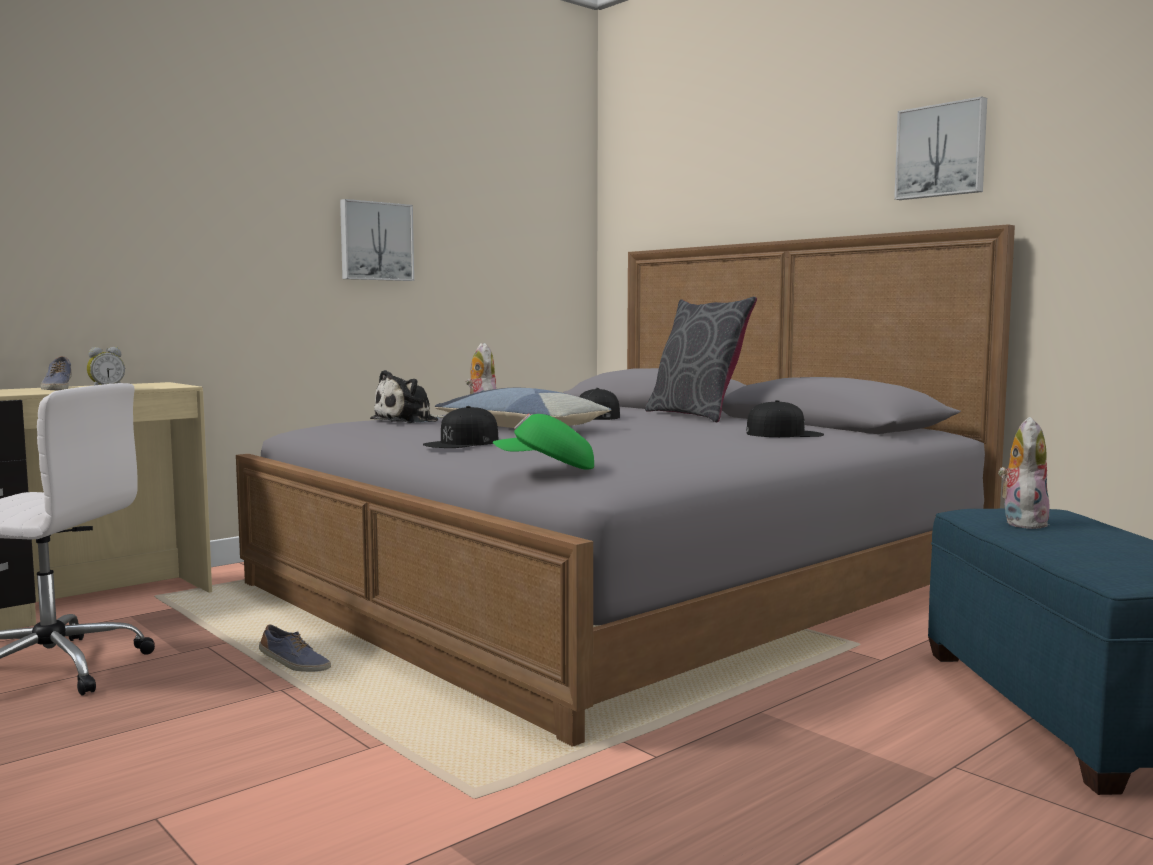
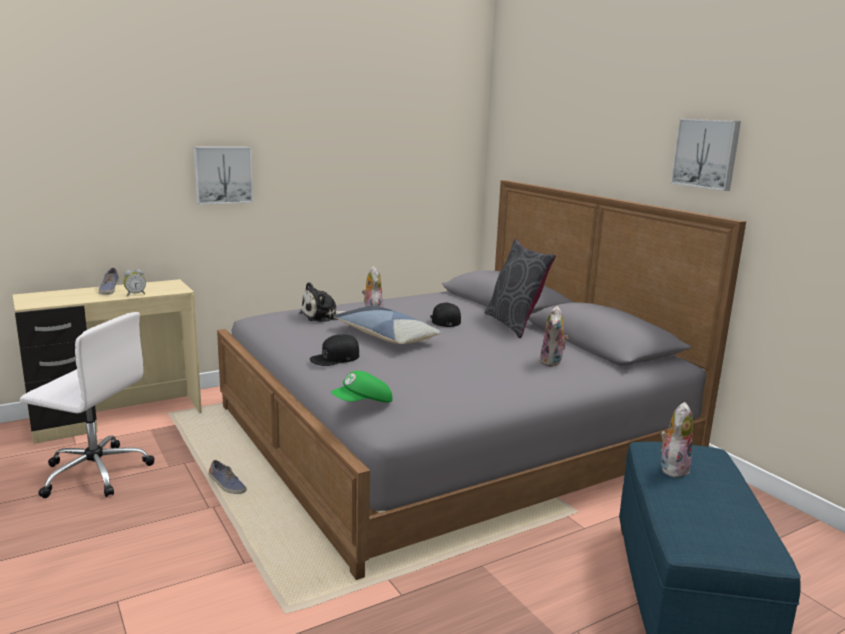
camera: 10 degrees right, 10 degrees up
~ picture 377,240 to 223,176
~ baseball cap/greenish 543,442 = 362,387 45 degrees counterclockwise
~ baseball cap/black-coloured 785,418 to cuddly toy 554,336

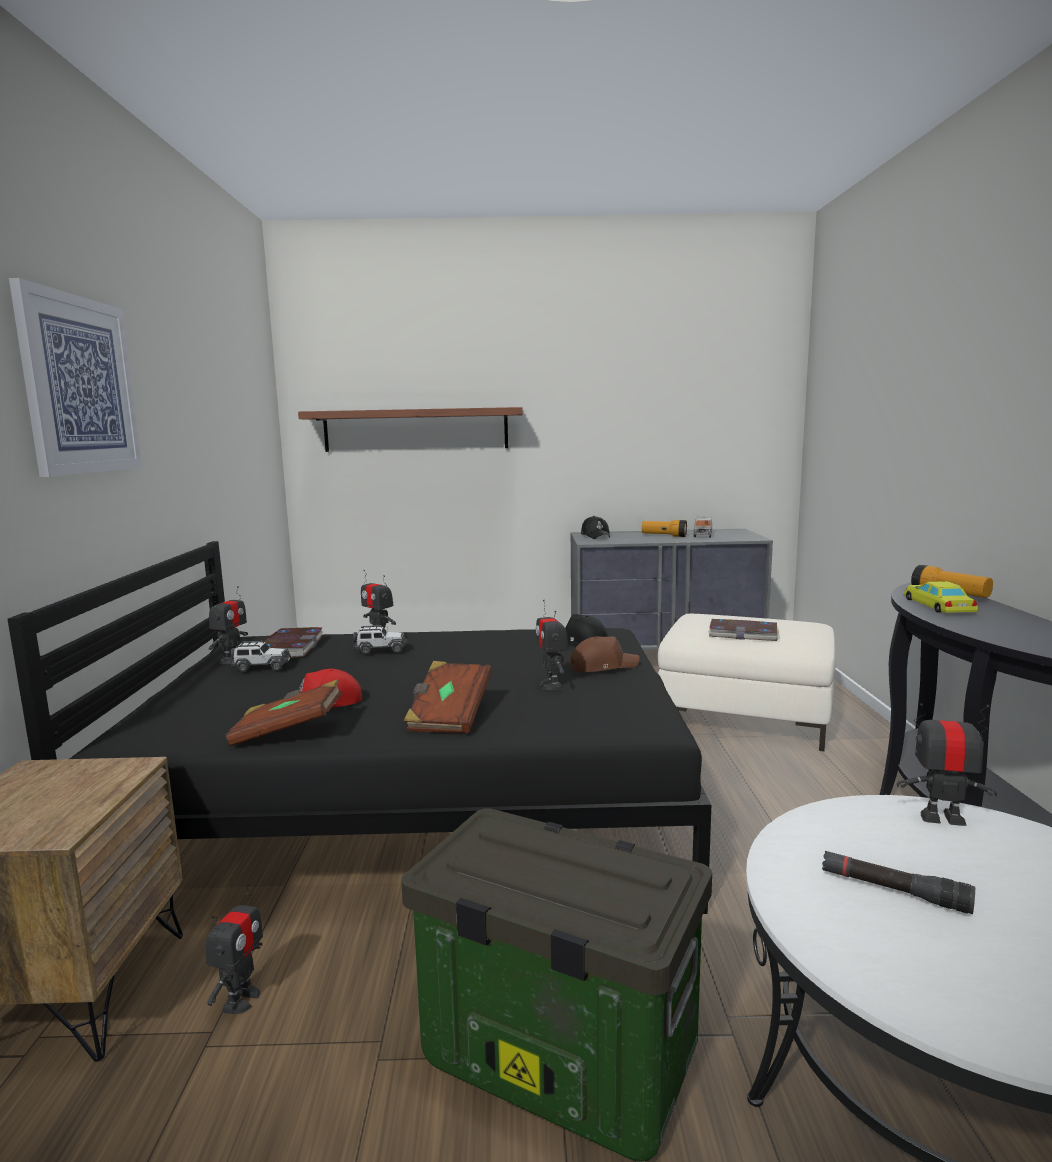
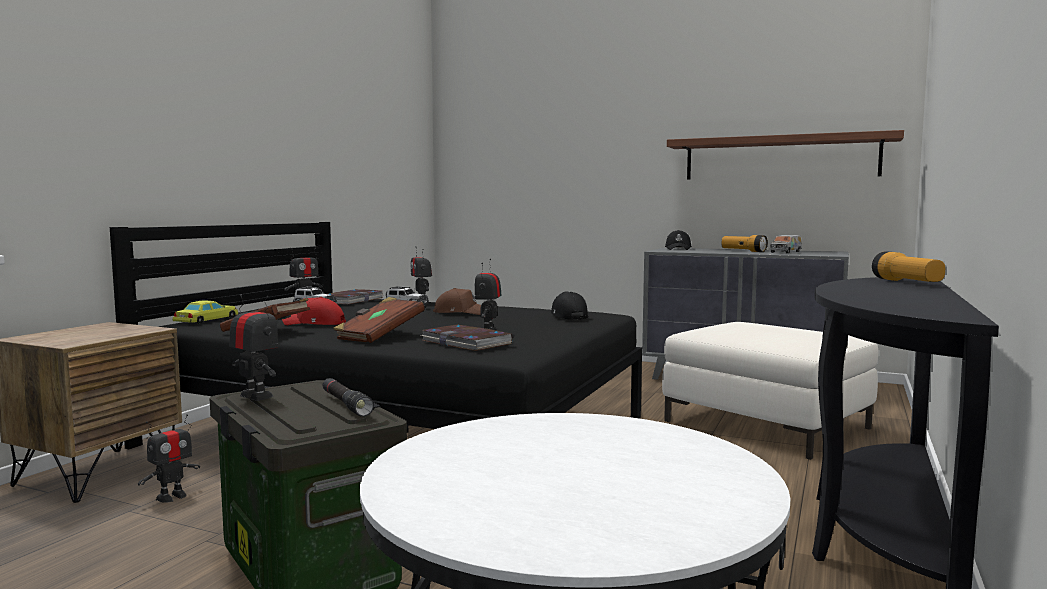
camera: 25 degrees right, 5 degrees down
~ miniature car/yellow-coloured 941,597 to 205,312
~ robot figure 947,764 to 253,347
~ flashlight/black-coloured 898,882 to 348,397
~ bound book 744,630 to 467,338
~ baseball cap/brownish 604,654 to 457,301
~ bracket shelf 410,429 to 785,155
- picture 75,377

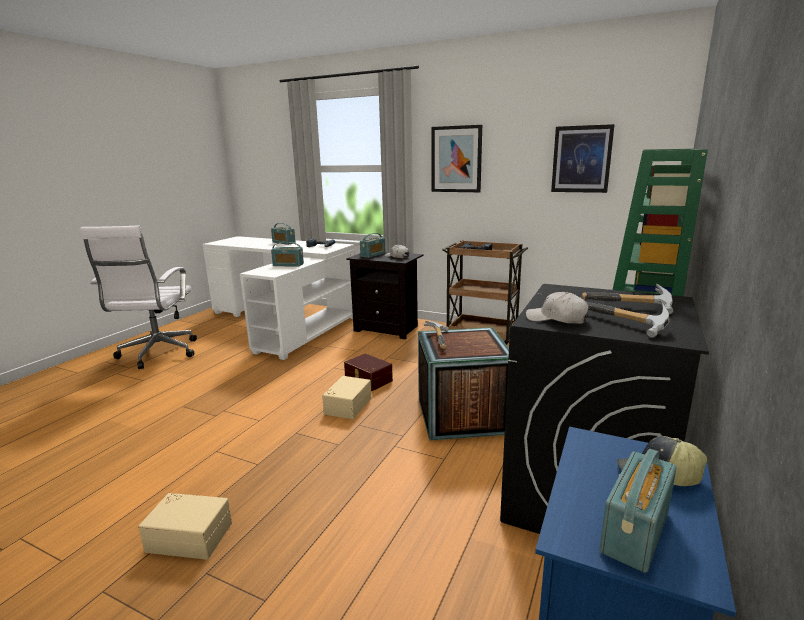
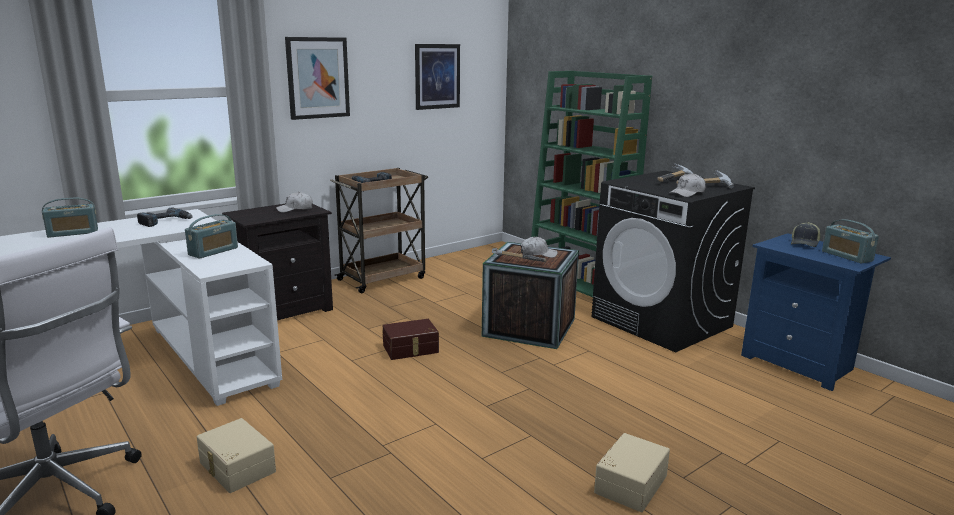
camera: 65 degrees left, 0 degrees up
~ storage bin/sand-coloured 346,397 to 236,455
+ baseball cap/white-coloured 539,247
- radio set 373,245

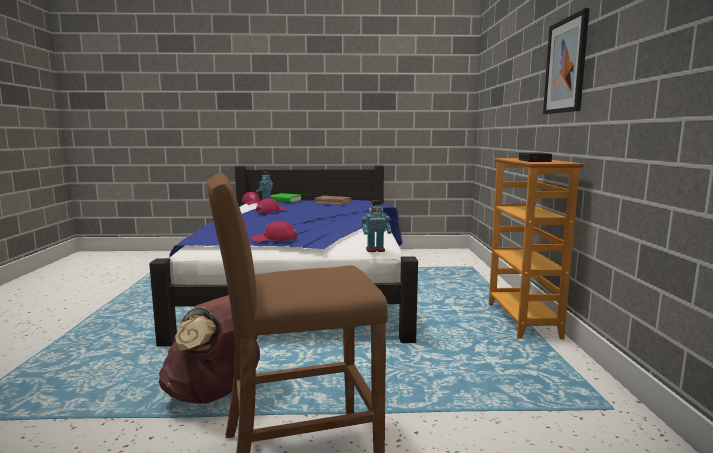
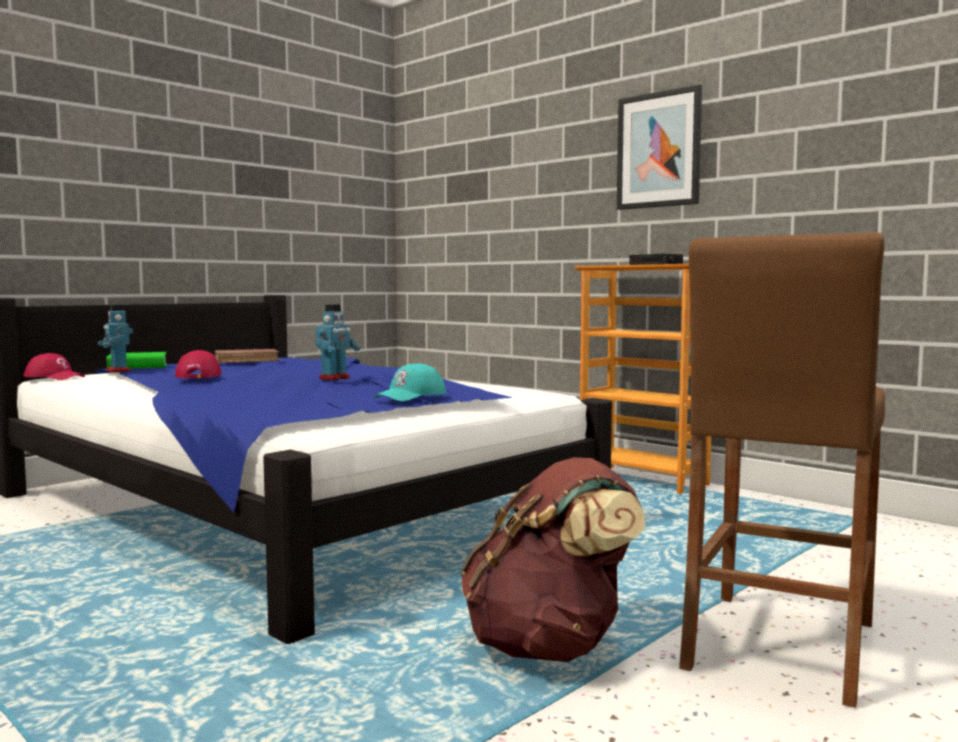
camera: 45 degrees left, 5 degrees down
~ robot figure 377,226 to 337,342
~ baseball cap/red 274,231 to baseball cap/turquoise-coloured 410,382

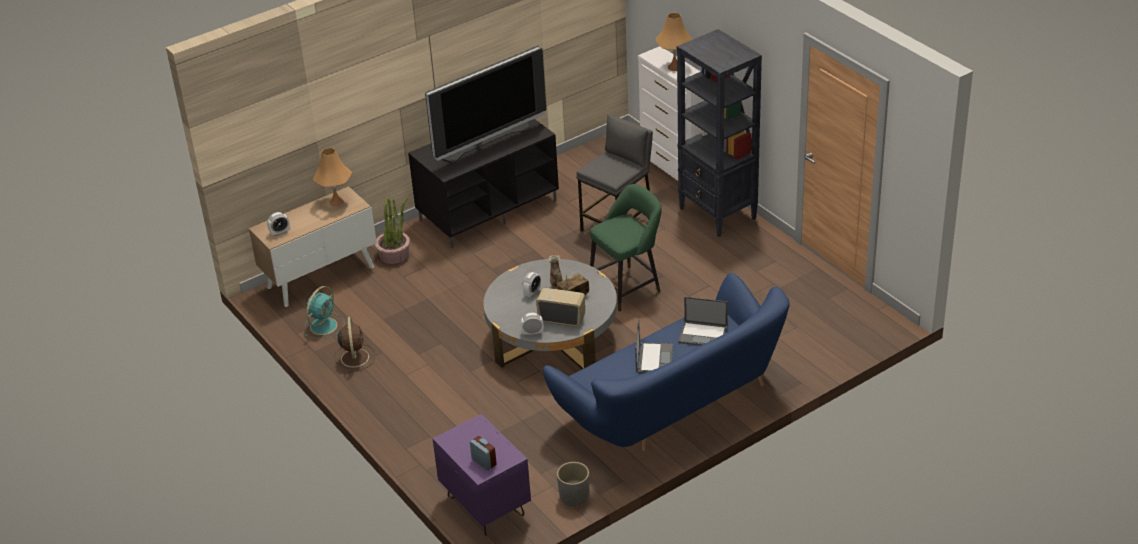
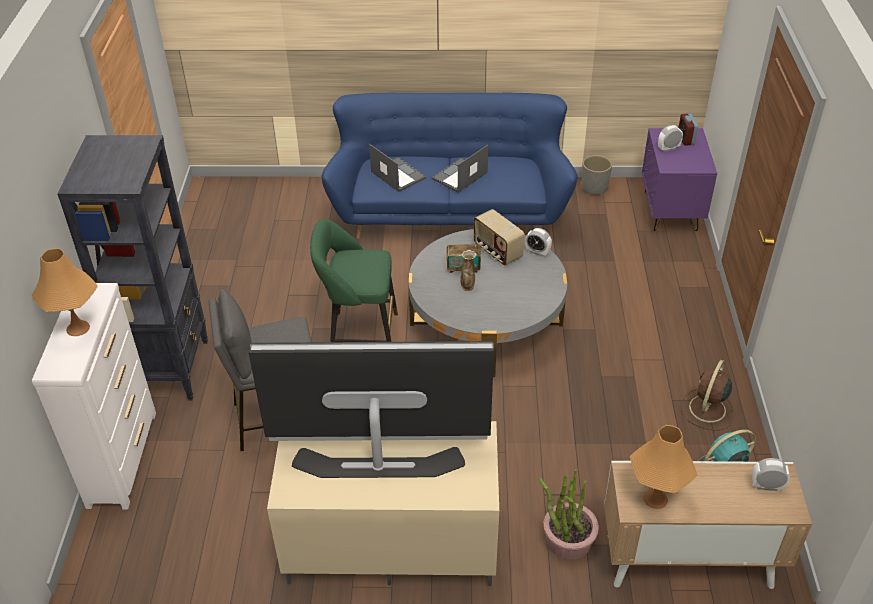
camera: 145 degrees left, 5 degrees up
~ tv stand/black-coloured 483,183 to tv stand/sand-coloured 383,503
~ alarm clock 531,285 to 670,138

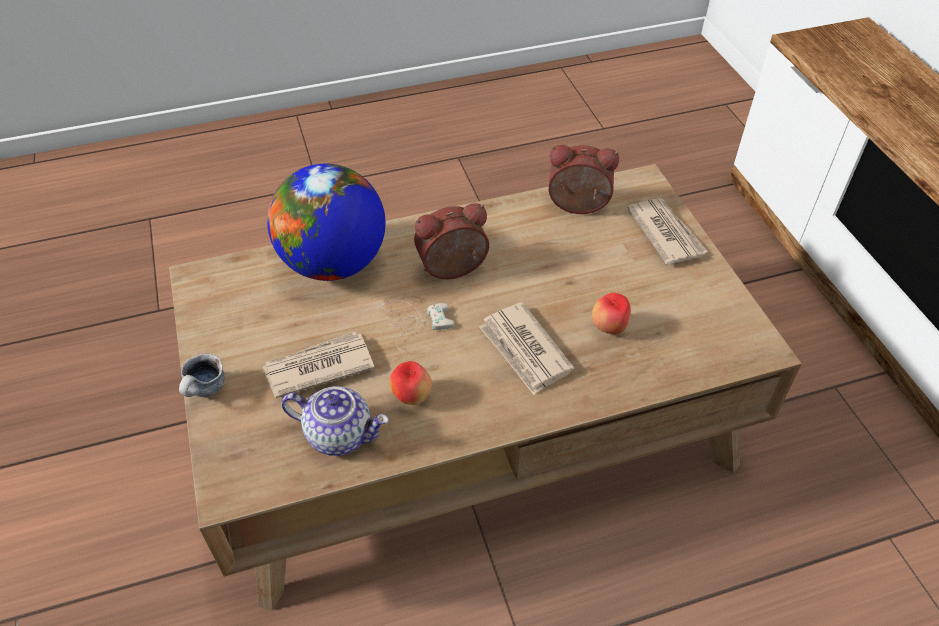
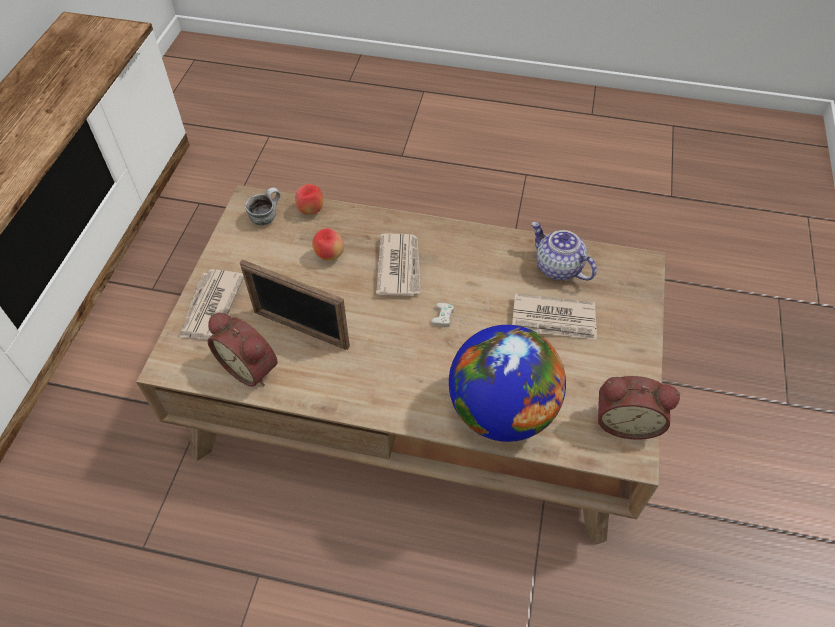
camera: 150 degrees left, 5 degrees up
+ standing frame 295,305
~ coffee mug 201,375 to 262,206
~ apple 411,383 to 309,199
~ alarm clock 451,241 to 639,408

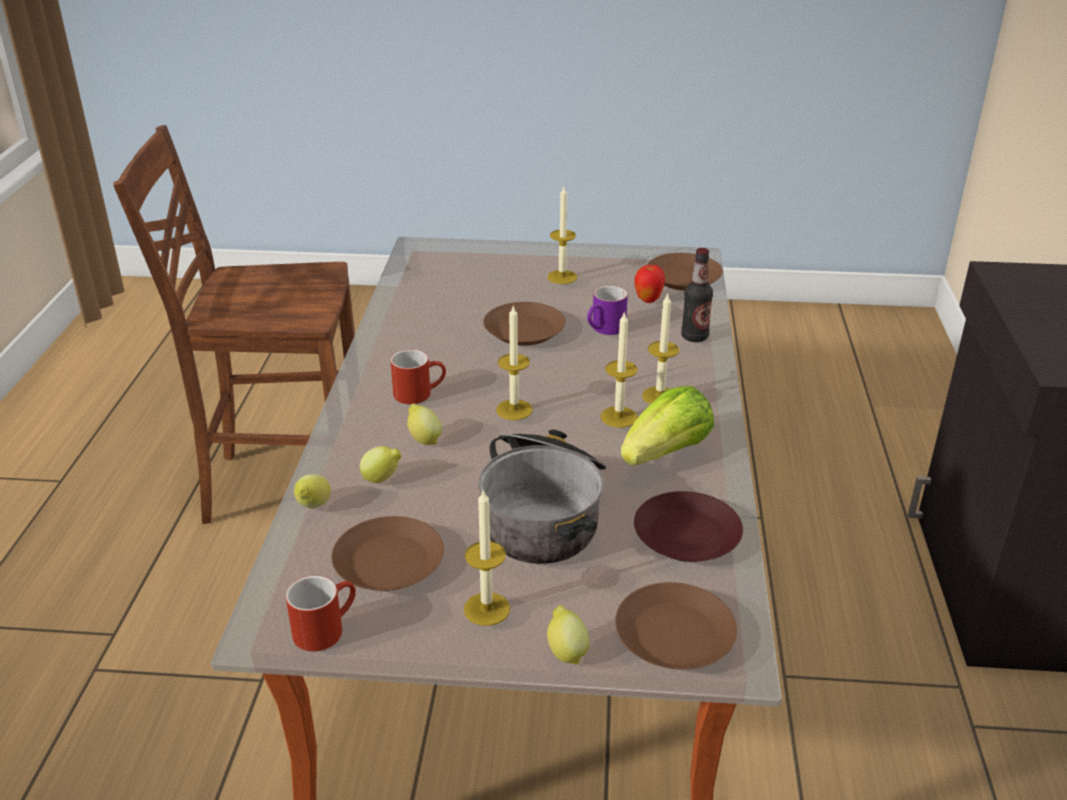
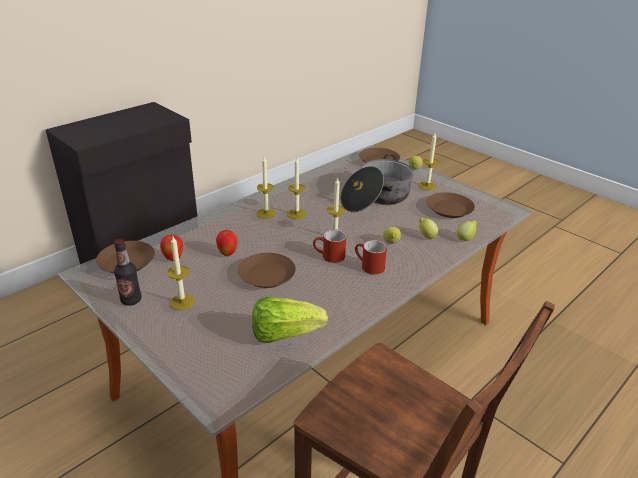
camera: 140 degrees left, 0 degrees up
~ drink bottle 697,295 to 127,272
~ coffee mug/purplish 607,310 to apple 227,243
~ lettuce 667,426 to 290,319
~ coffee mug/red 321,613 to 329,246
- flat dish/brownish 688,526

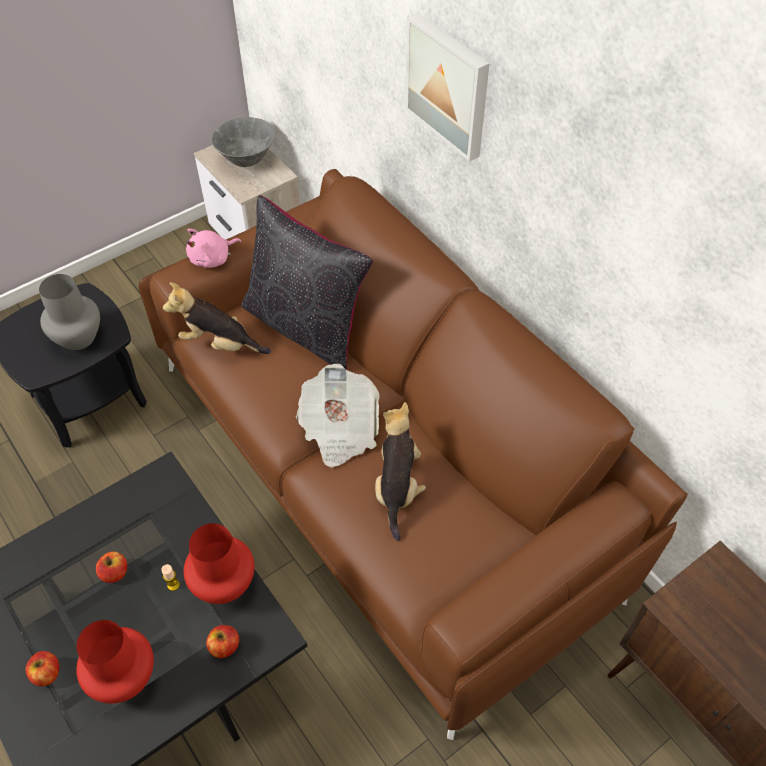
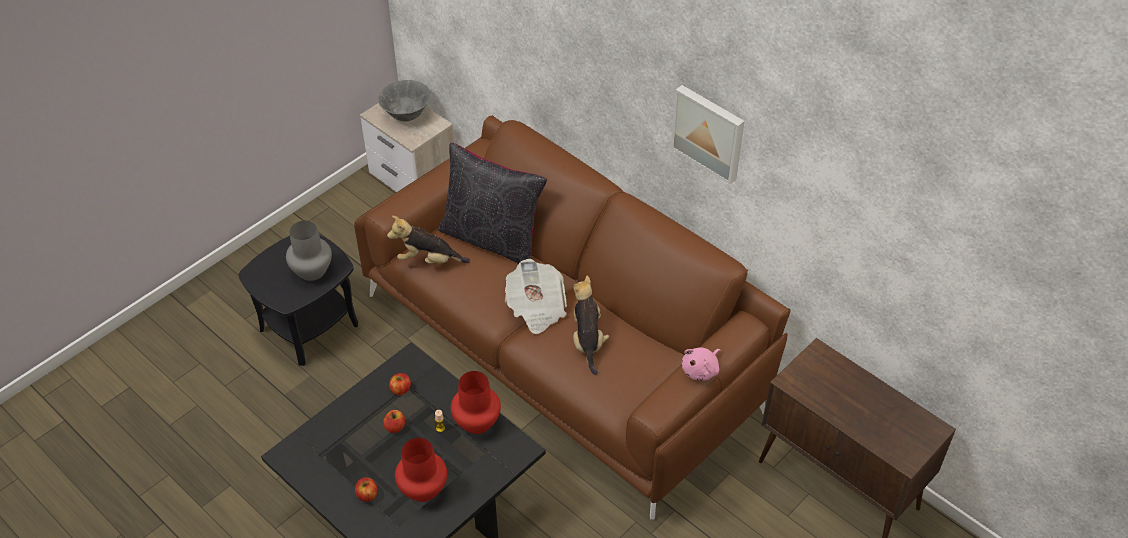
camera: 10 degrees left, 5 degrees down
~ apple 222,641 to 400,384
~ picture 447,87 to 708,134
~ cuddly toy/pink 213,248 to 701,363

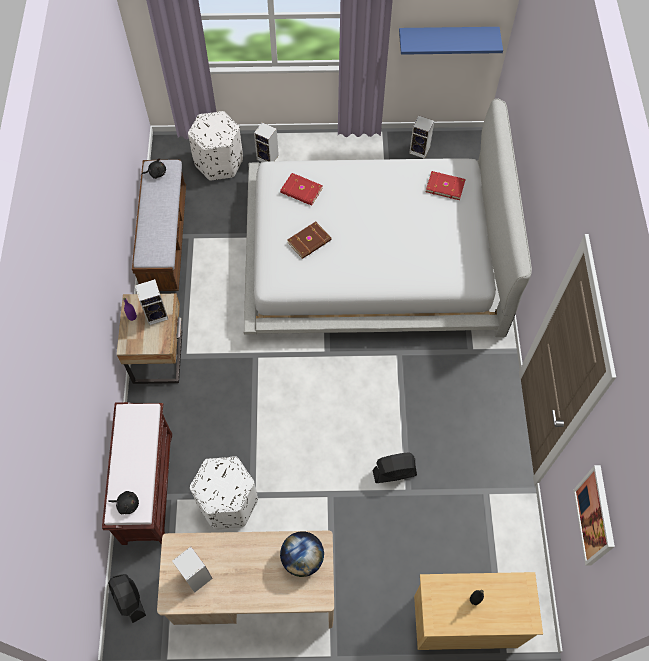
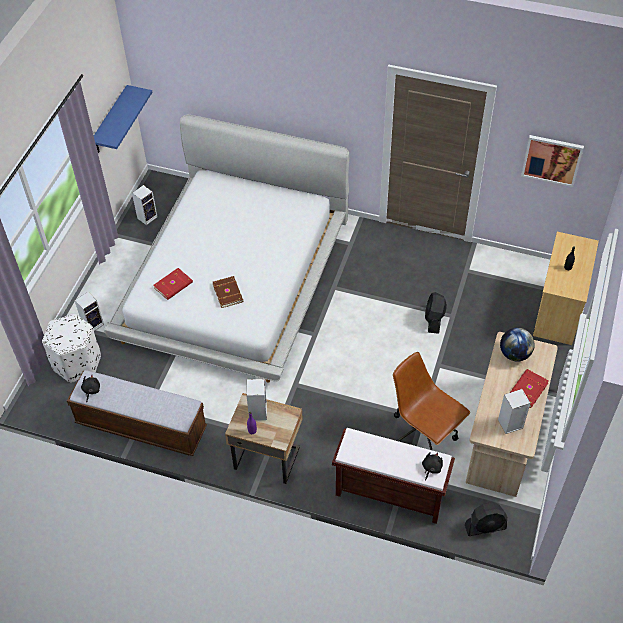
camera: 70 degrees left, 10 degrees down
~ pouffe/white-coloured 224,493 to computer chair/brownish 431,401
~ bound book/red 446,185 to 529,388

